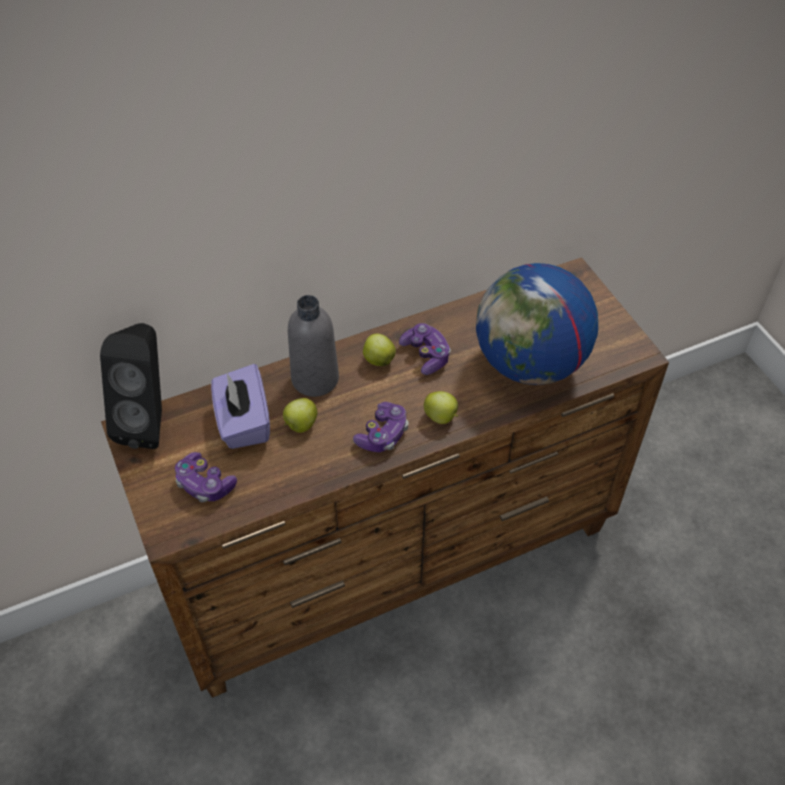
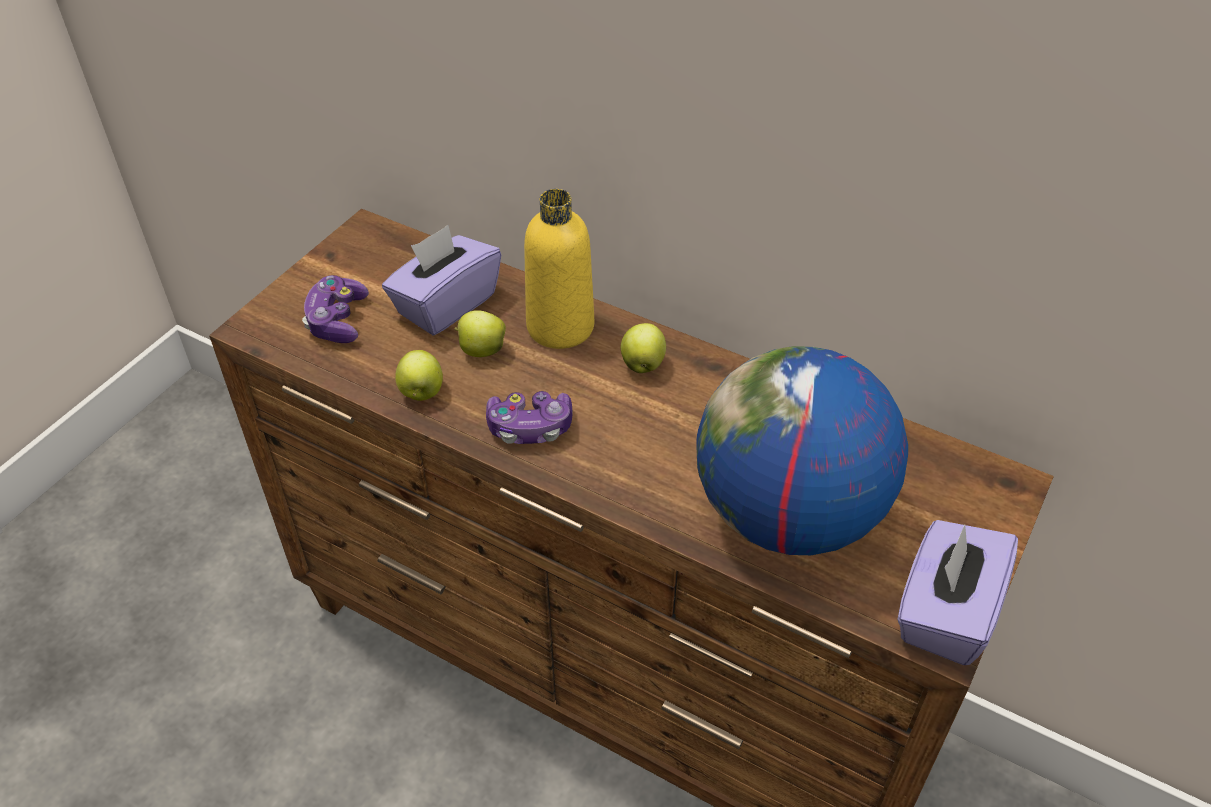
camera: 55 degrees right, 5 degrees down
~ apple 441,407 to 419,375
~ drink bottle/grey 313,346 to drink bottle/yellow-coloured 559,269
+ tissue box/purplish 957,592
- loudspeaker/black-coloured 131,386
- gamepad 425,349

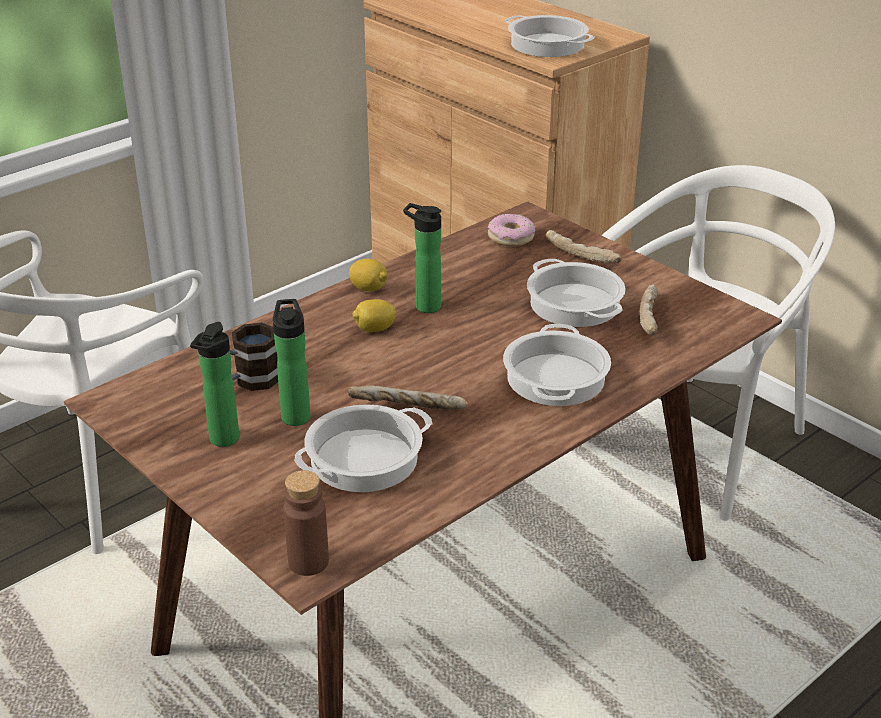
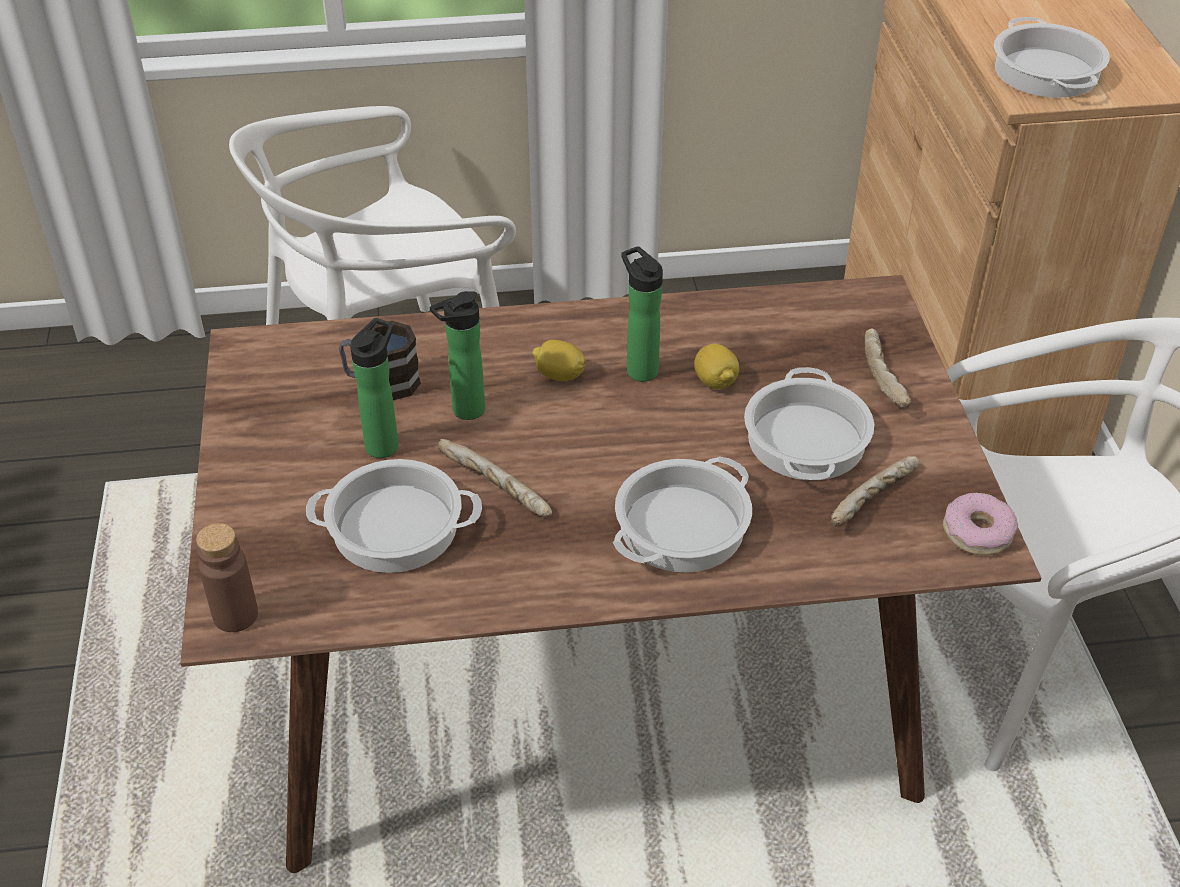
camera: 35 degrees right, 10 degrees up
~ drink bottle 214,384 to 457,355
~ citrus fruit 368,275 to 716,366
~ donut 511,230 to 980,523

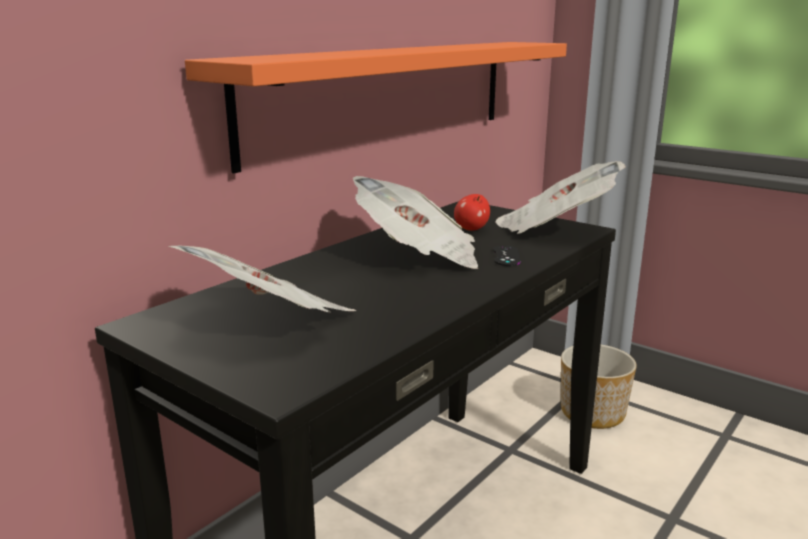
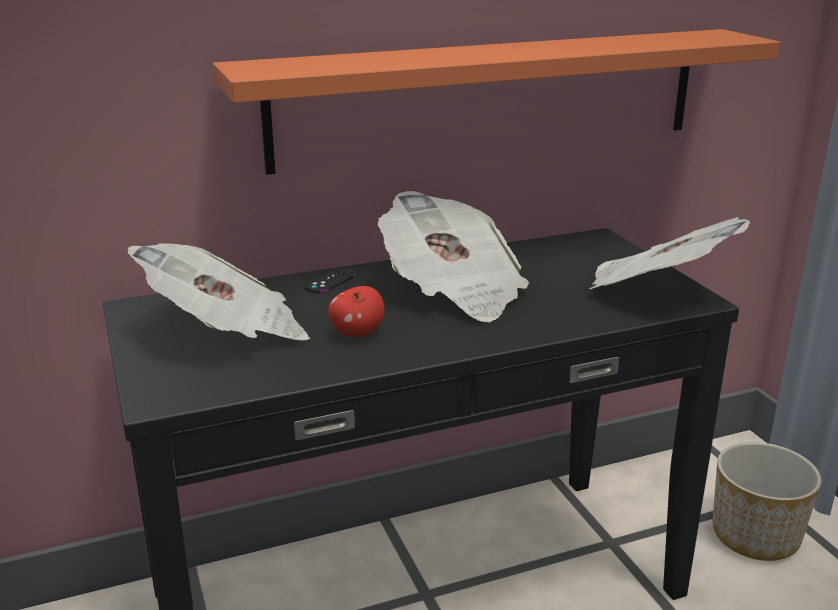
camera: 30 degrees right, 5 degrees up
~ gamepad/black-coloured 507,255 to 330,280
~ apple 472,212 to 356,311

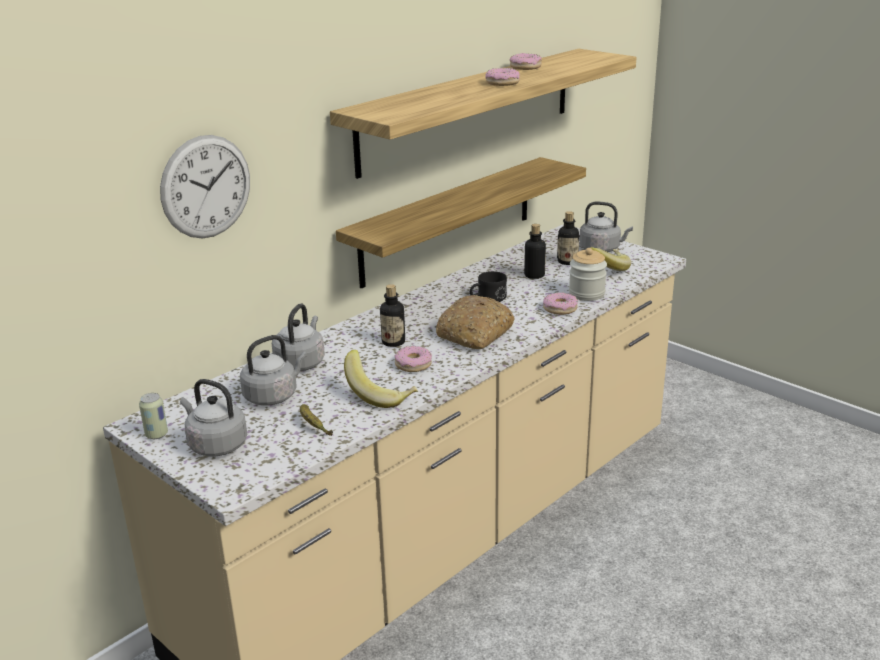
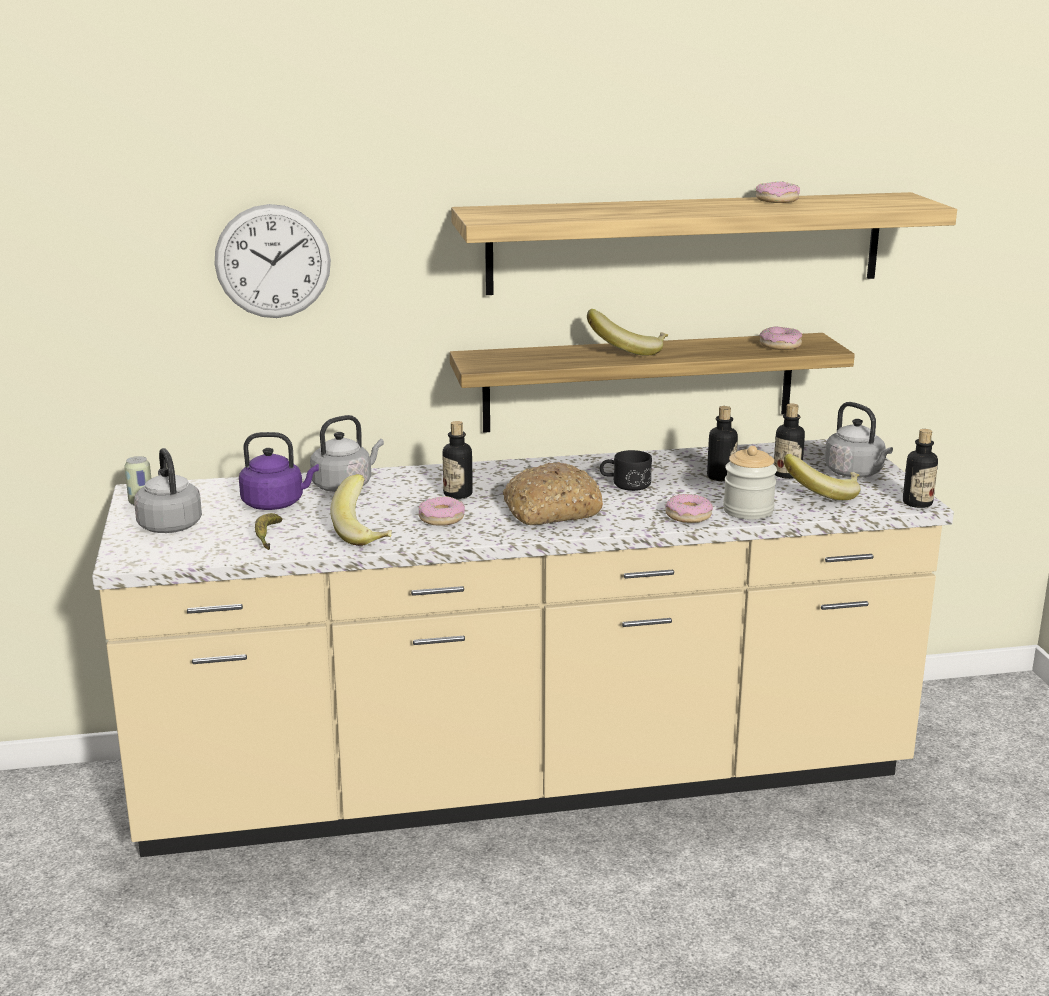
camera: 35 degrees right, 5 degrees down
~ kettle/grey 273,370 to kettle/purplish 279,471
+ banana 627,332
~ donut 503,77 to 781,338
+ drink bottle 920,468

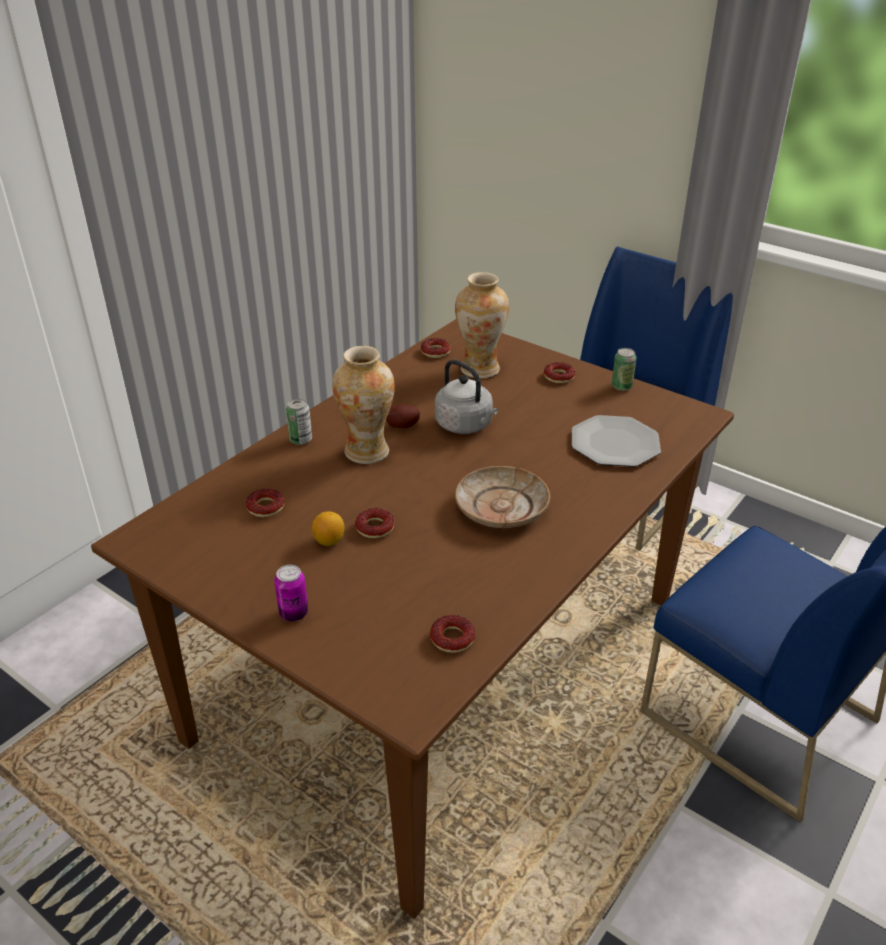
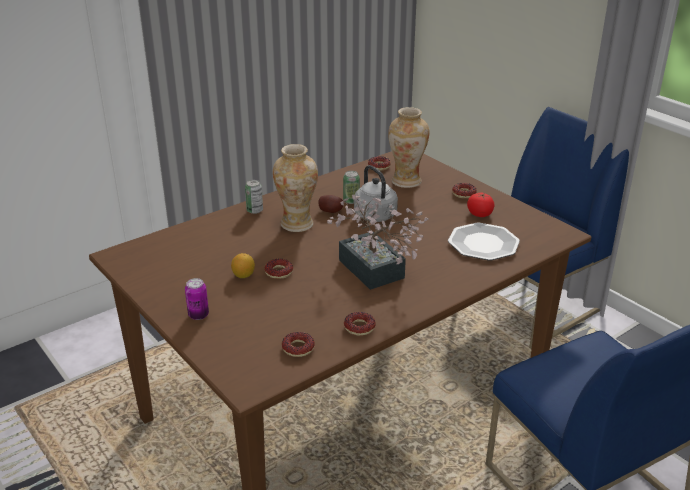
camera: 15 degrees right, 5 degrees down
~ flat dish/sand-coloured 502,497 to plant in a pot 377,242
~ sealed can 624,369 to 351,187
~ donut 265,502 to 360,324
+ fresh tomato 480,205

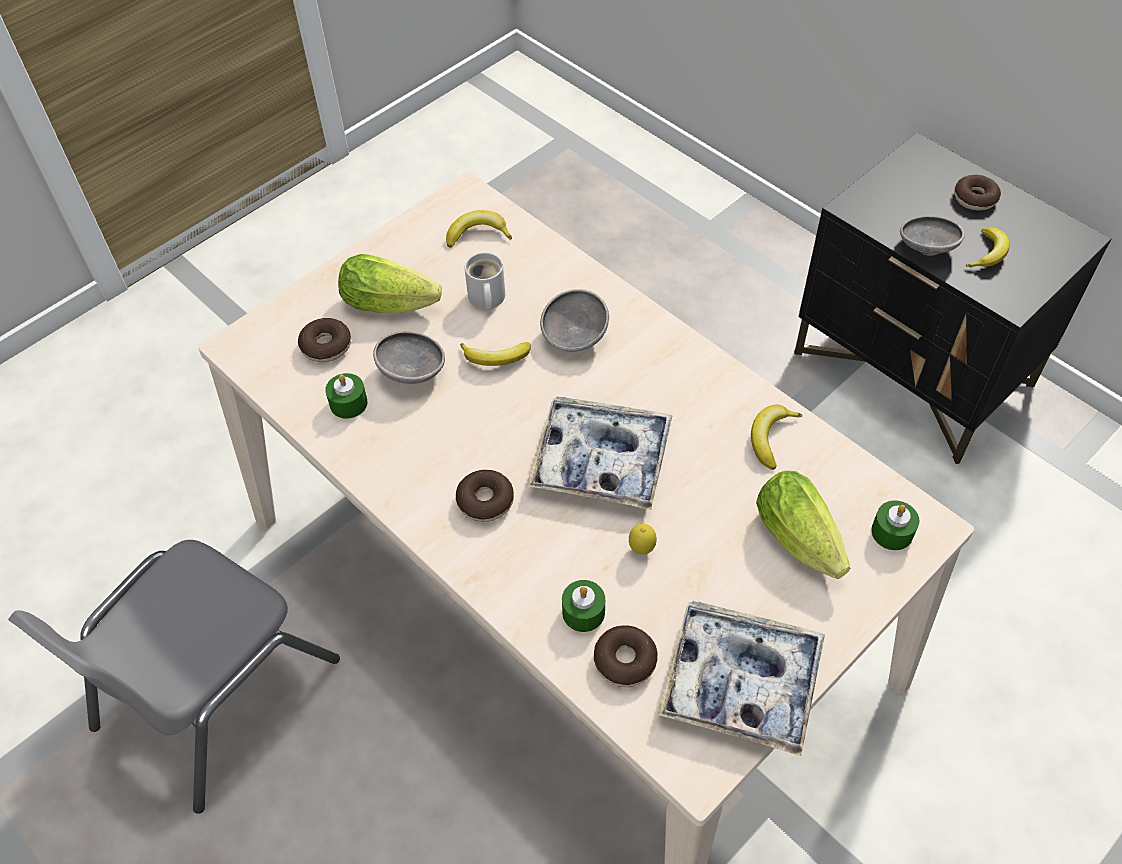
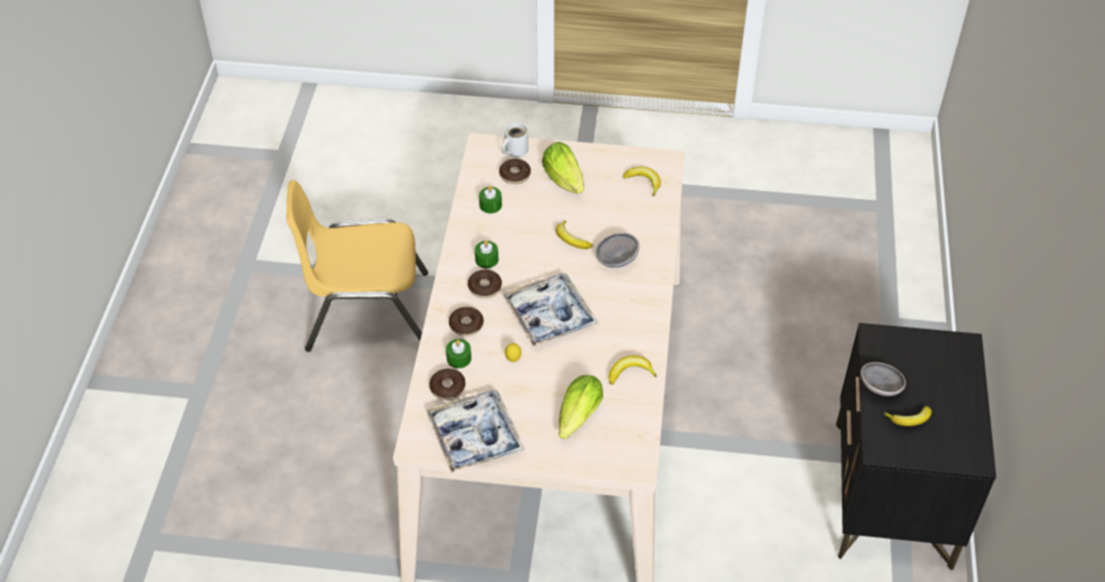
camera: 50 degrees right, 5 degrees down
~ upright chair/grey 174,677 to upright chair/yellow-coloured 357,266
~ donut 977,193 to 466,321
~ candle/greenish 895,525 to 486,254
~ coffee mug/white-coloured 485,281 to 515,140
- serving bowl/grey 409,357

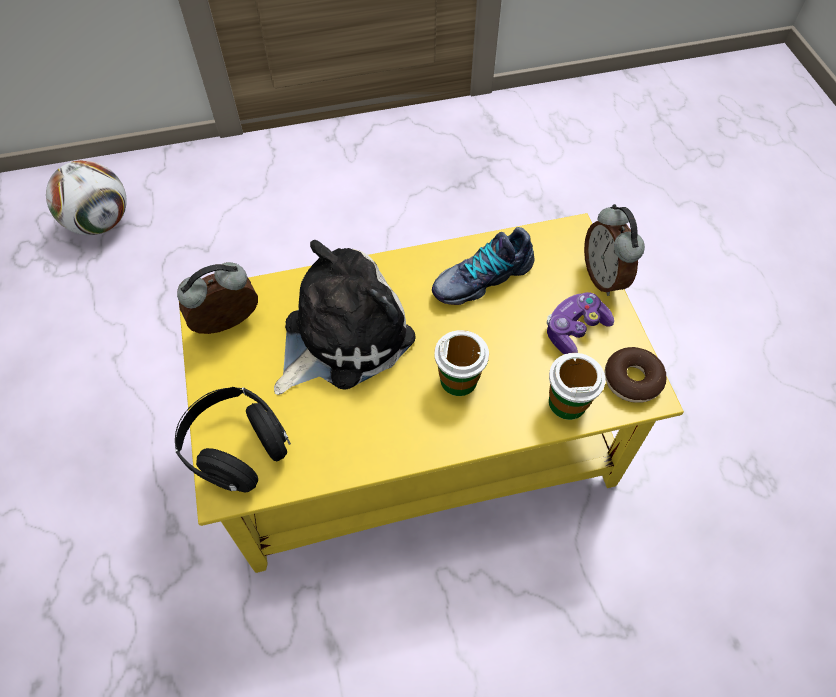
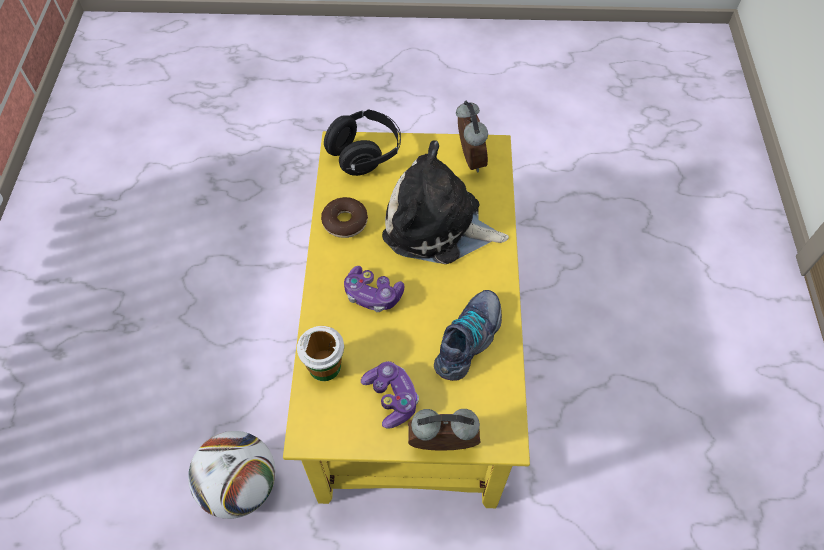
camera: 105 degrees right, 0 degrees up
~ football ball 86,197 to 232,475
~ donut 635,375 to 344,217
~ drinking cup 461,363 to gamepad 374,289
~ cuddly toy 345,317 = 445,202 135 degrees clockwise
~ low shoe 483,266 = 468,335 45 degrees clockwise

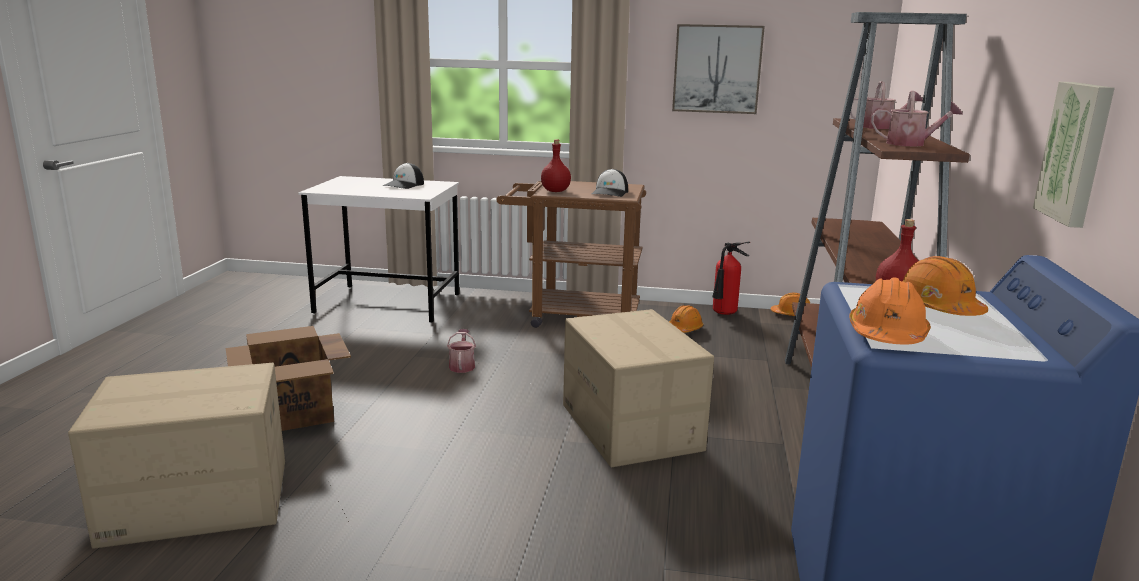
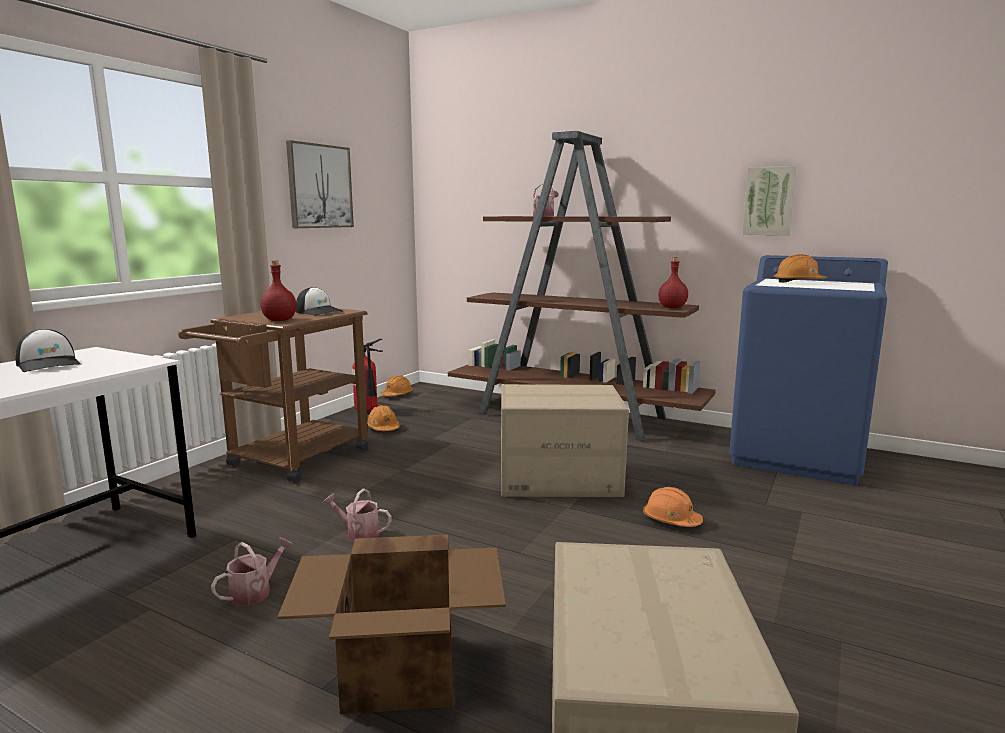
camera: 70 degrees left, 5 degrees down
~ sprinkling can 917,118 to 252,571
~ work helmet/orange-coloured 890,310 to 673,507

